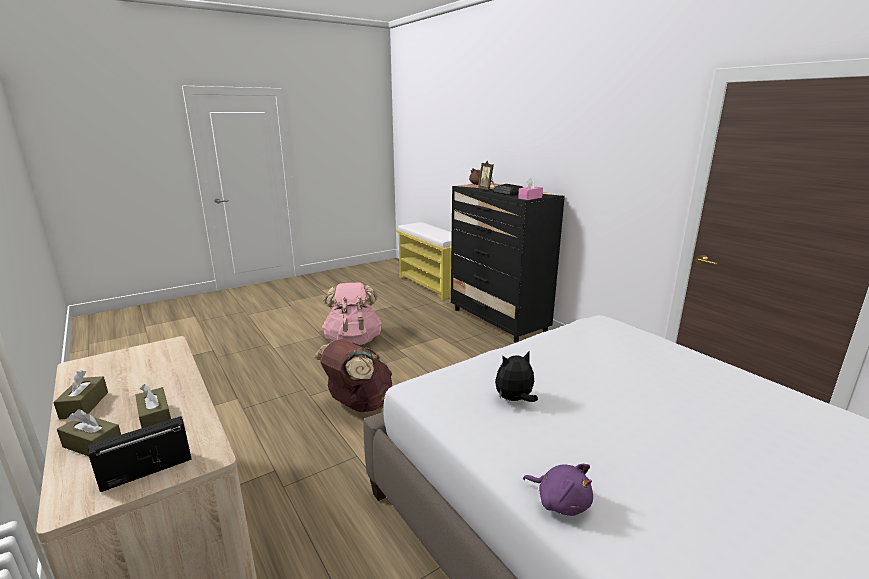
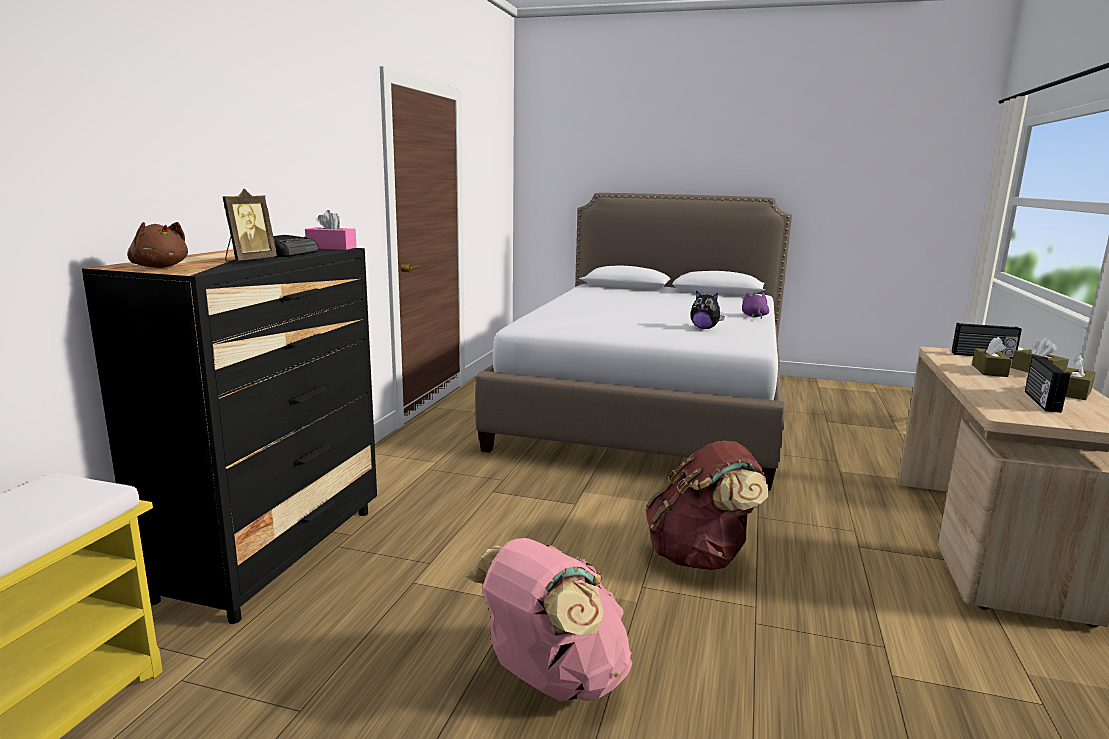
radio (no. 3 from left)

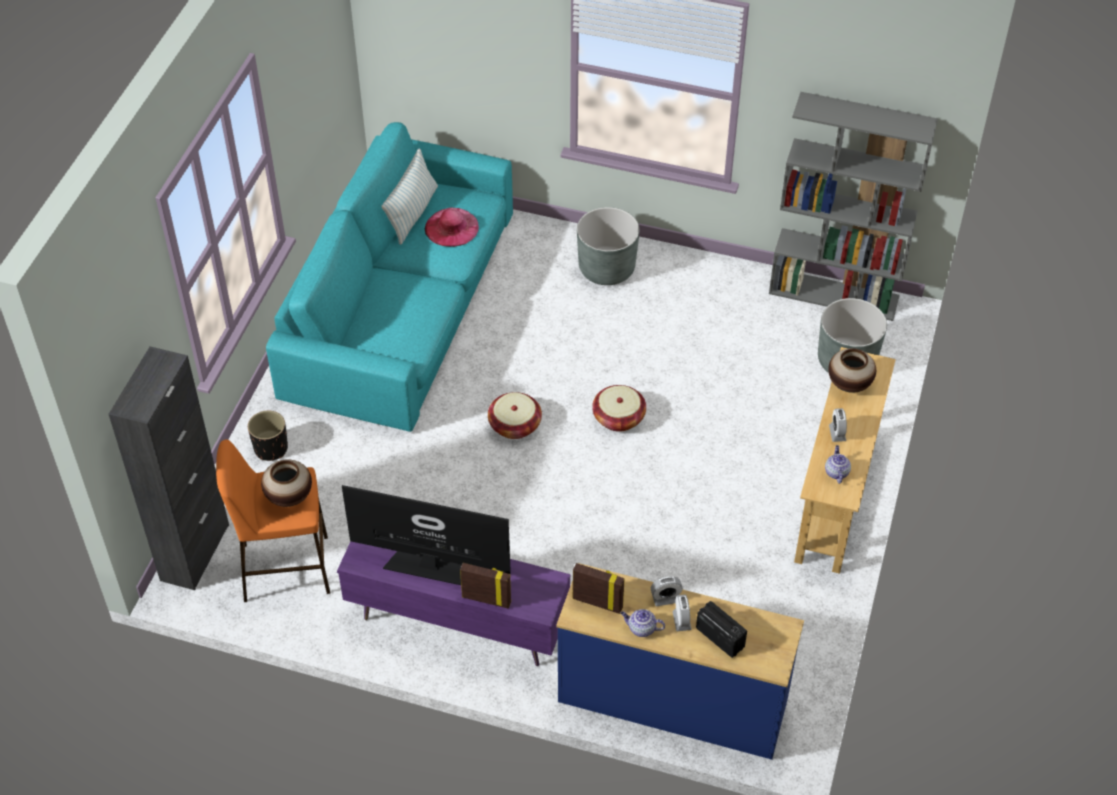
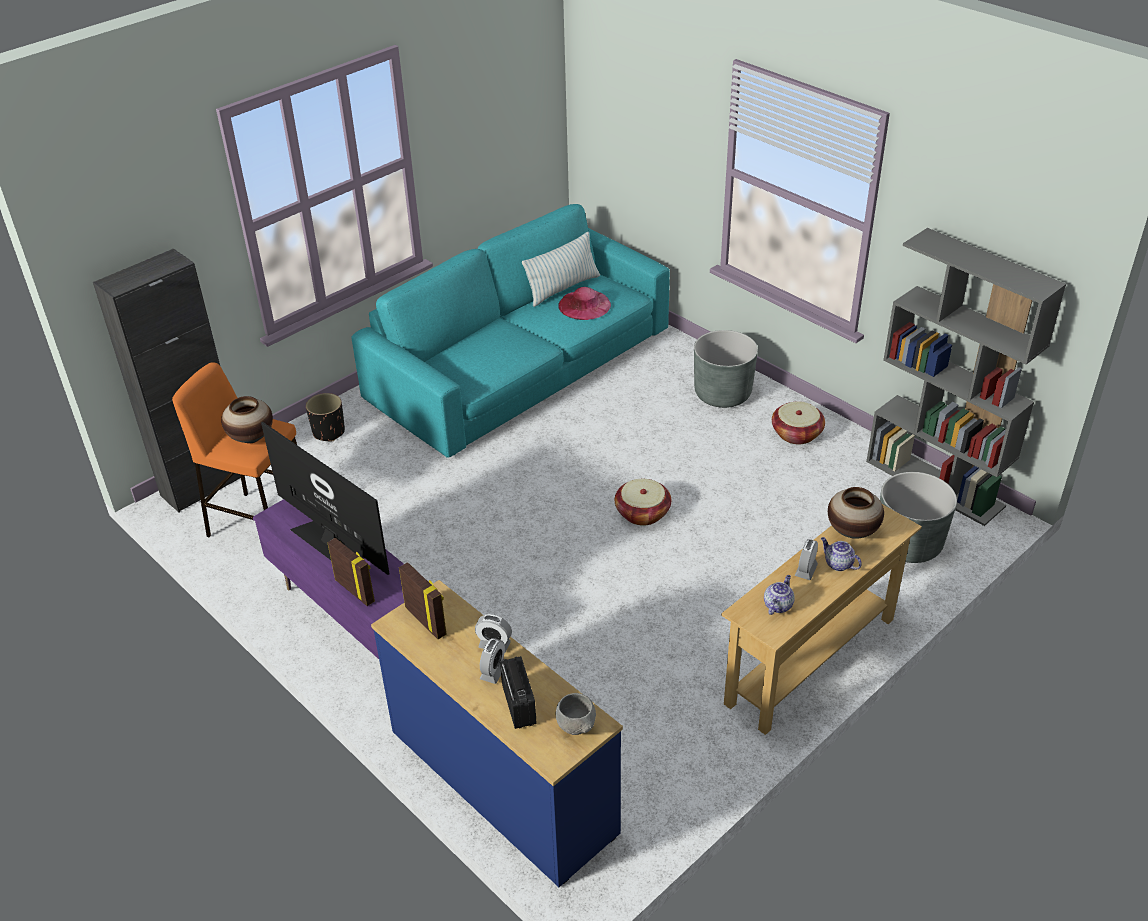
cesta (no. 2 from left)
tetera (no. 2 from left)
cuenco (gris)

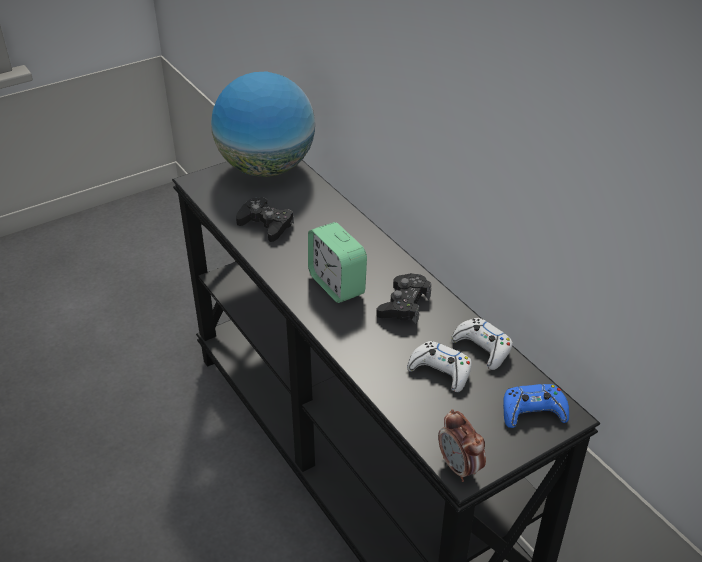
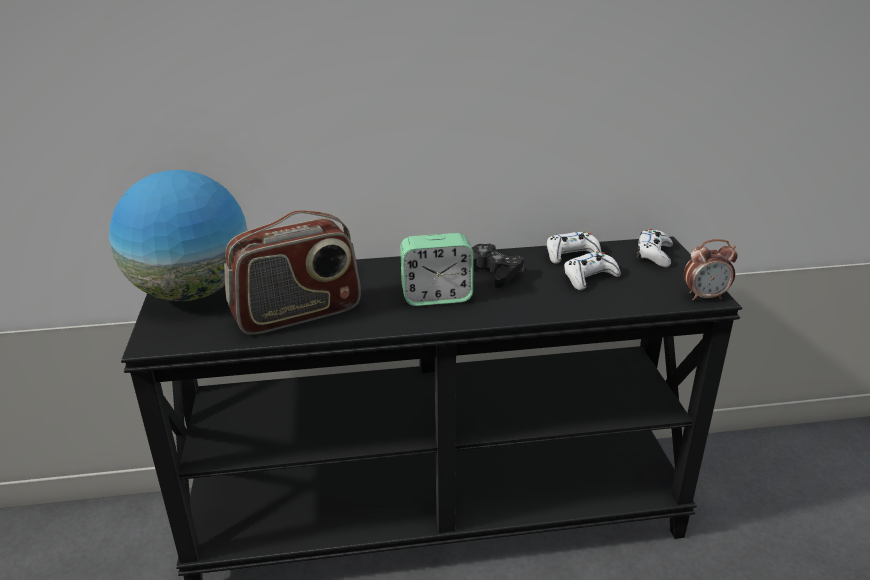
radio
mando de consola (blanco) (no. 3 from left)

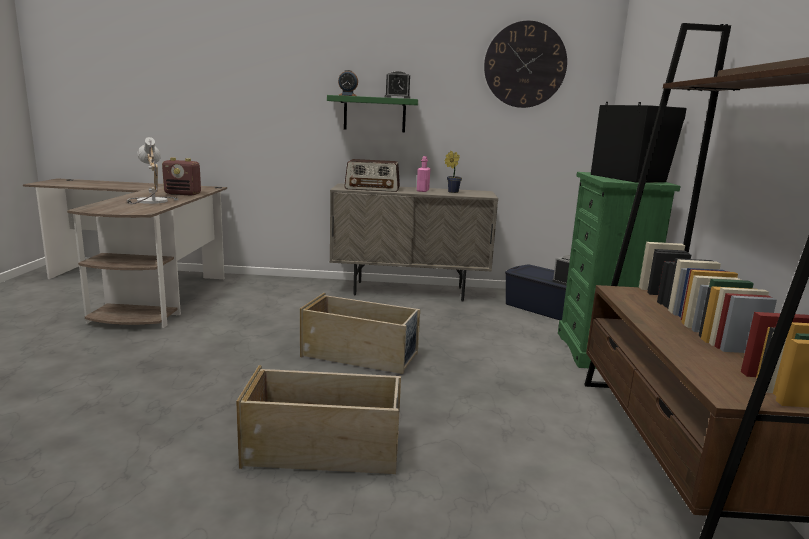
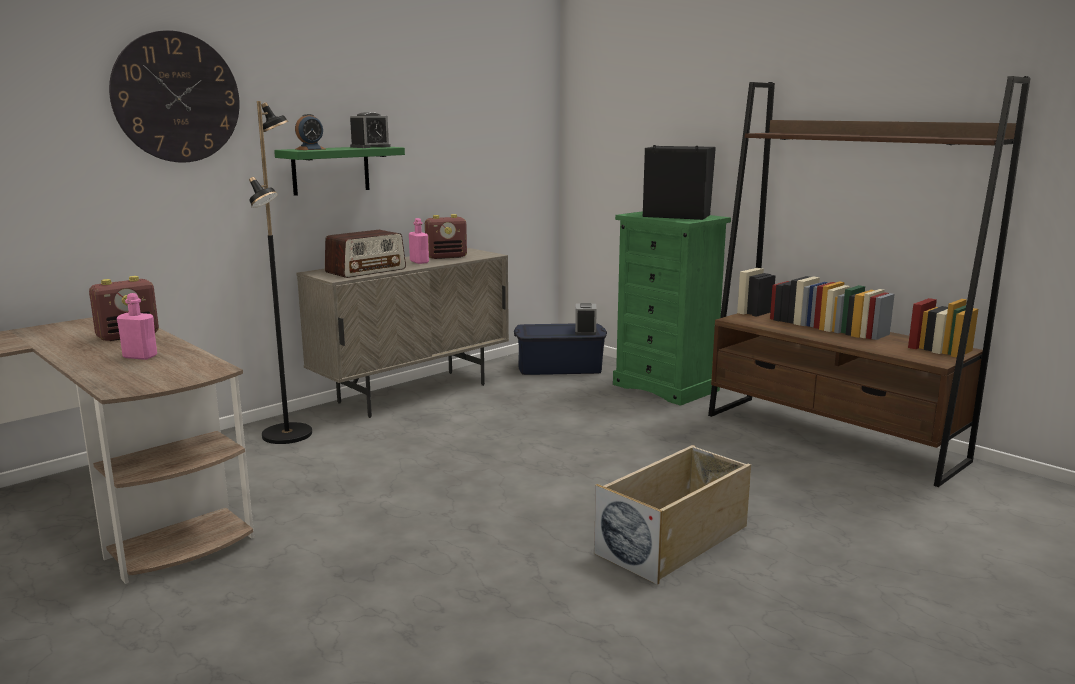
botella (rosa) (no. 1 from left)
caja de almacenaje (beis) (no. 2 from left in the first image)
radio (no. 3 from left)
reloj de pared
lámpara de pie (negro)

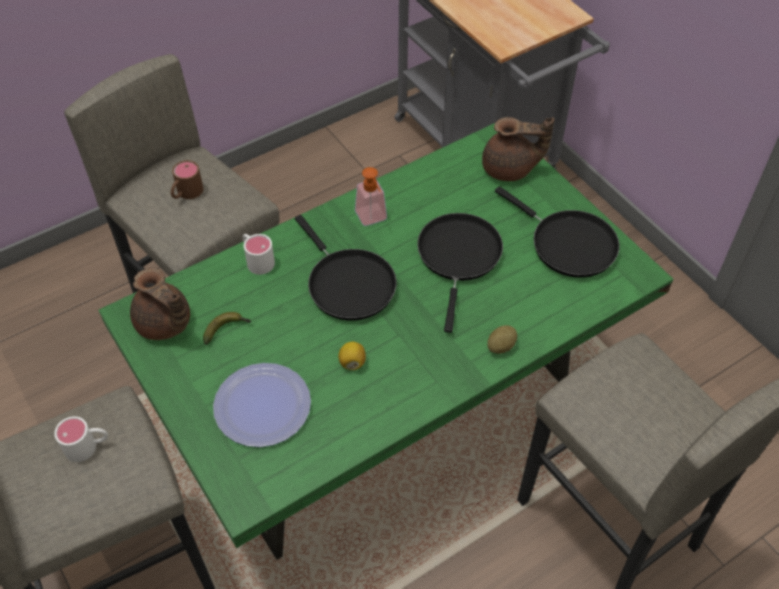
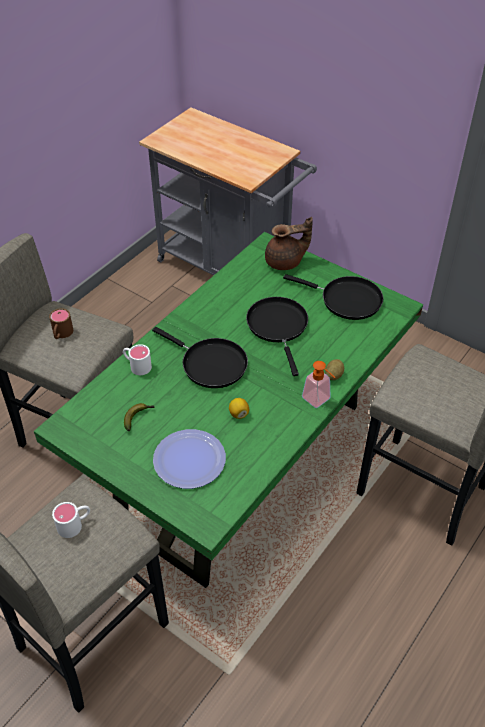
tetera (marrón) (no. 1 from left in the first image)
dispensador de jabón

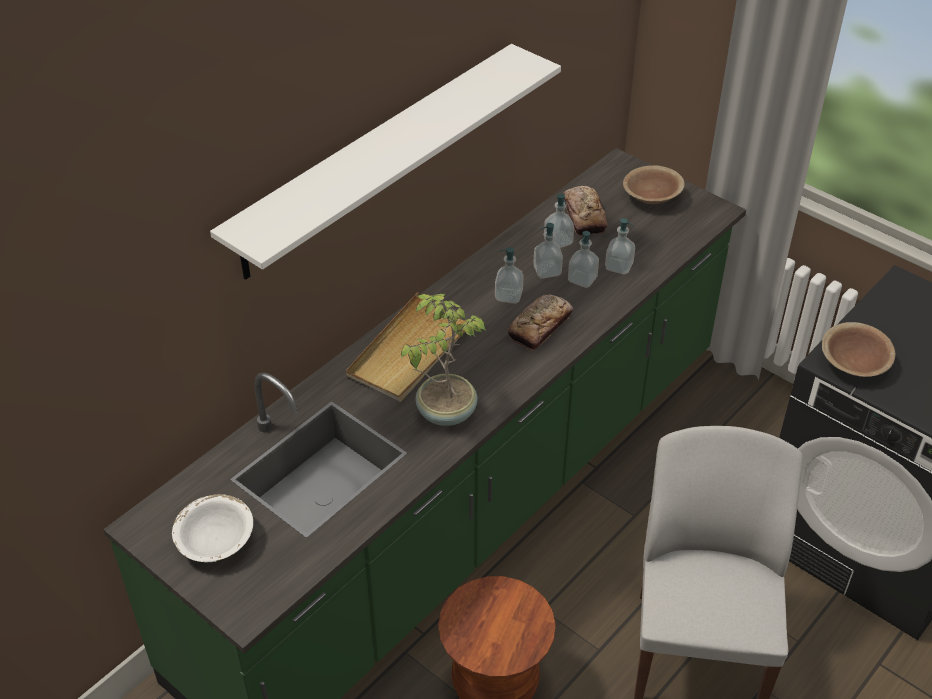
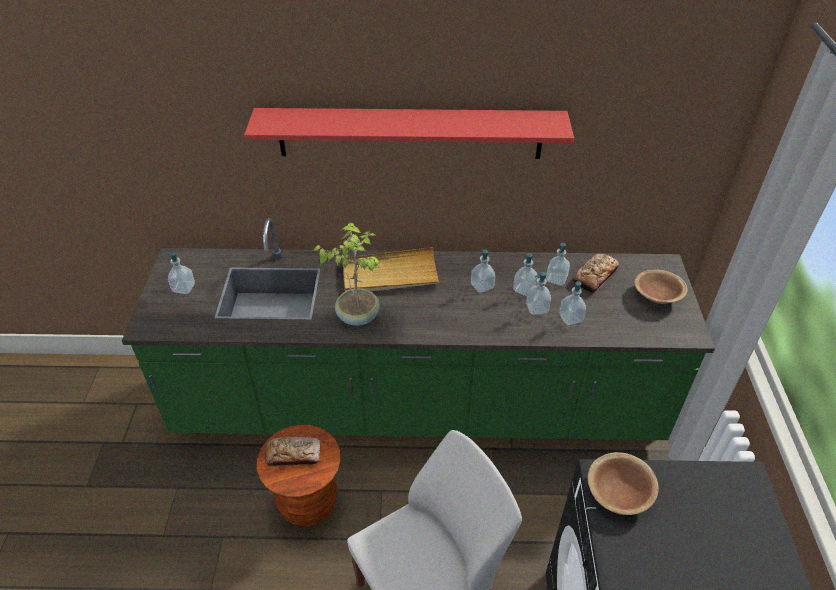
dispensador de jabón (no. 1 from left)
estante (rojo)
pan (no. 1 from left)

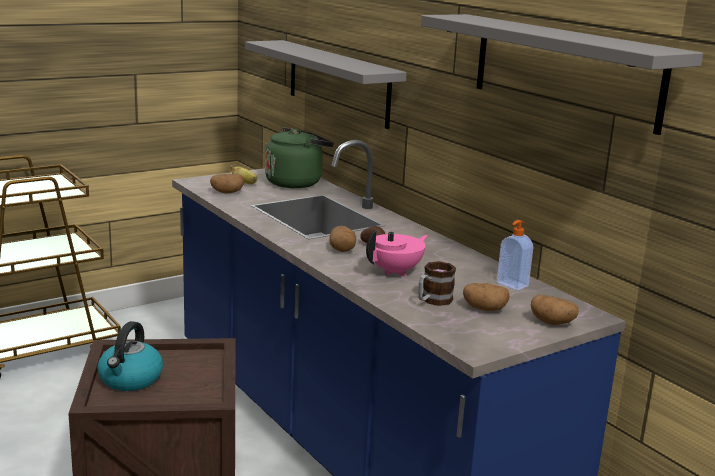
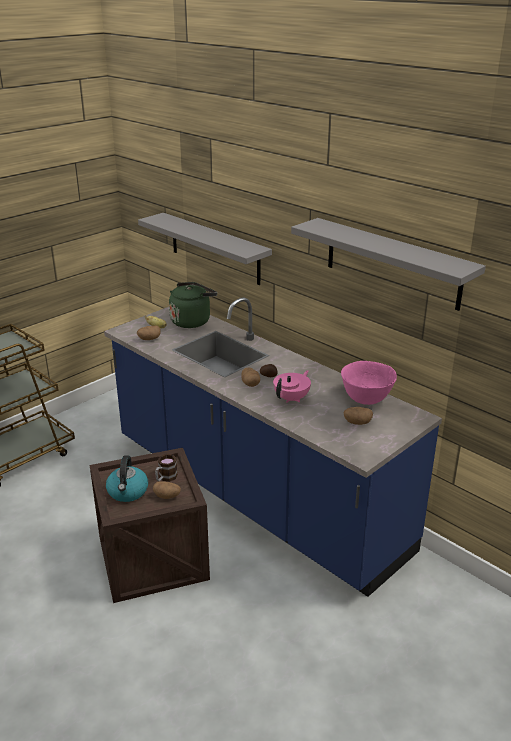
taza grande
cuenco (rosa)
patata (no. 2 from left)

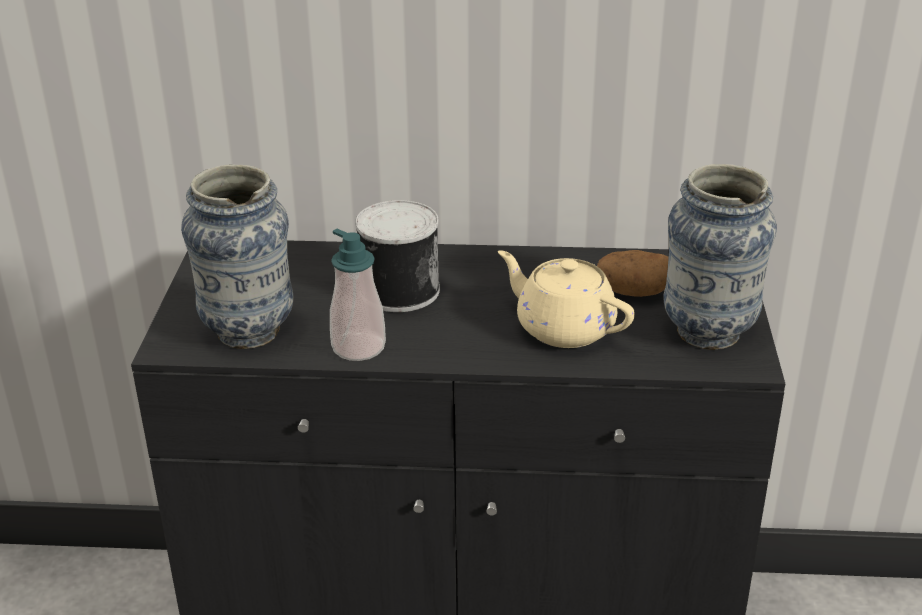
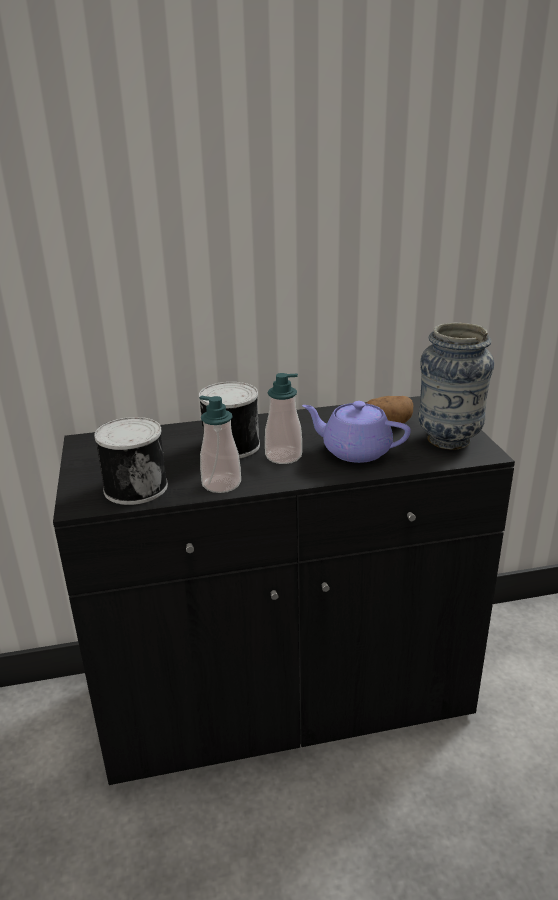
lata (no. 1 from left)
tetera (morado)
dispensador de jabón (no. 2 from left)

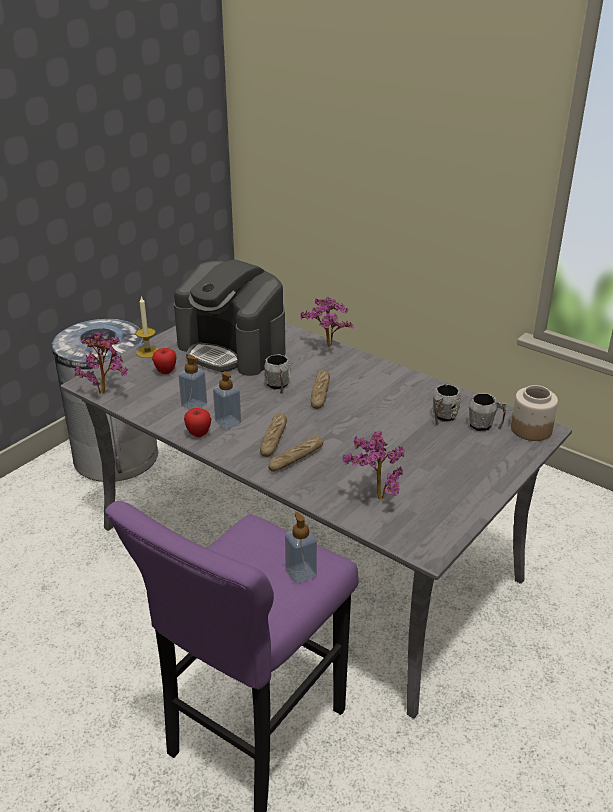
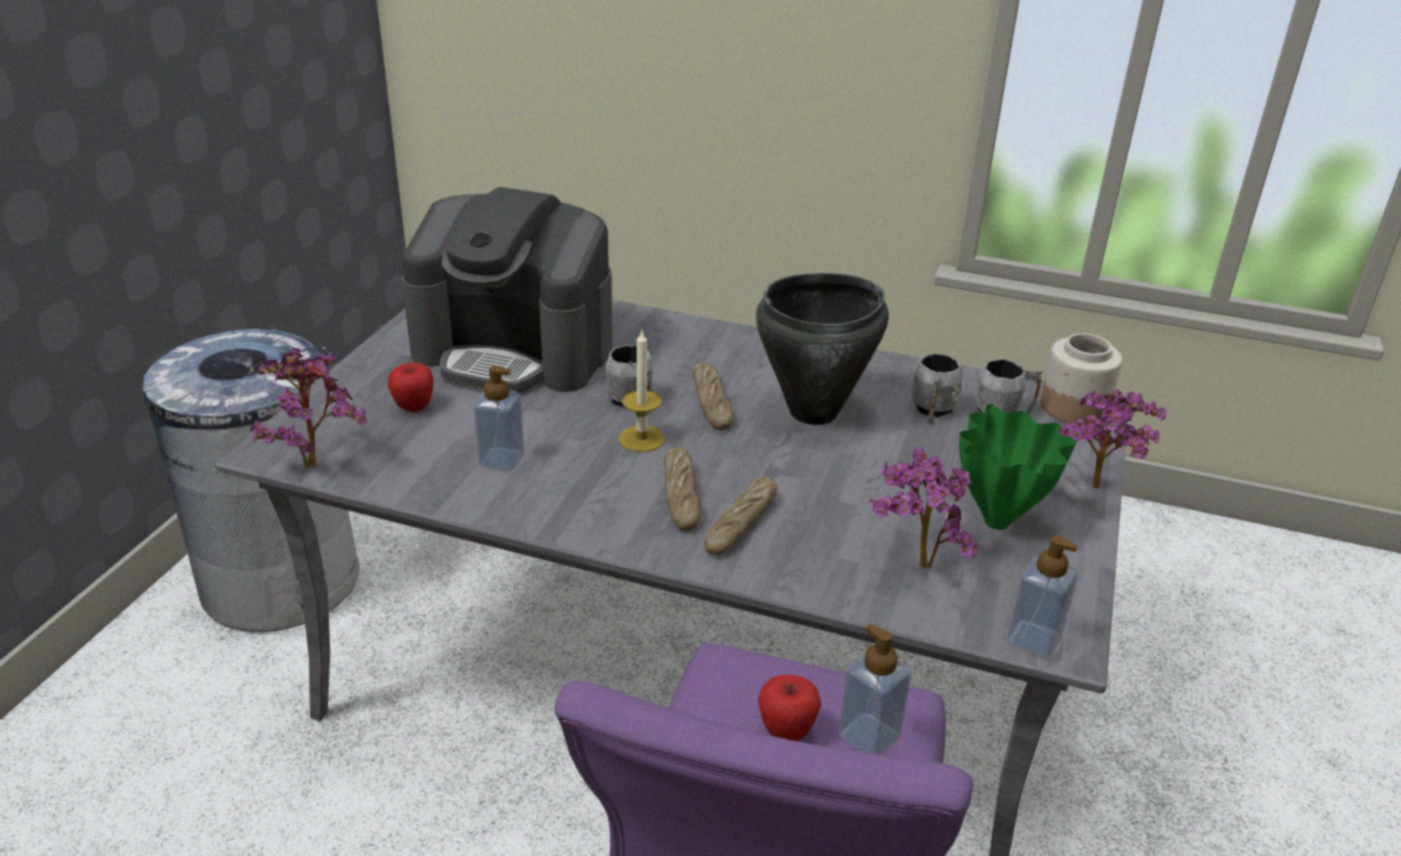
vela
manzana (no. 2 from left)
dispensador de jabón (no. 3 from left)
planta en maceta (no. 3 from left)
olla (negro)
florero (verde)

